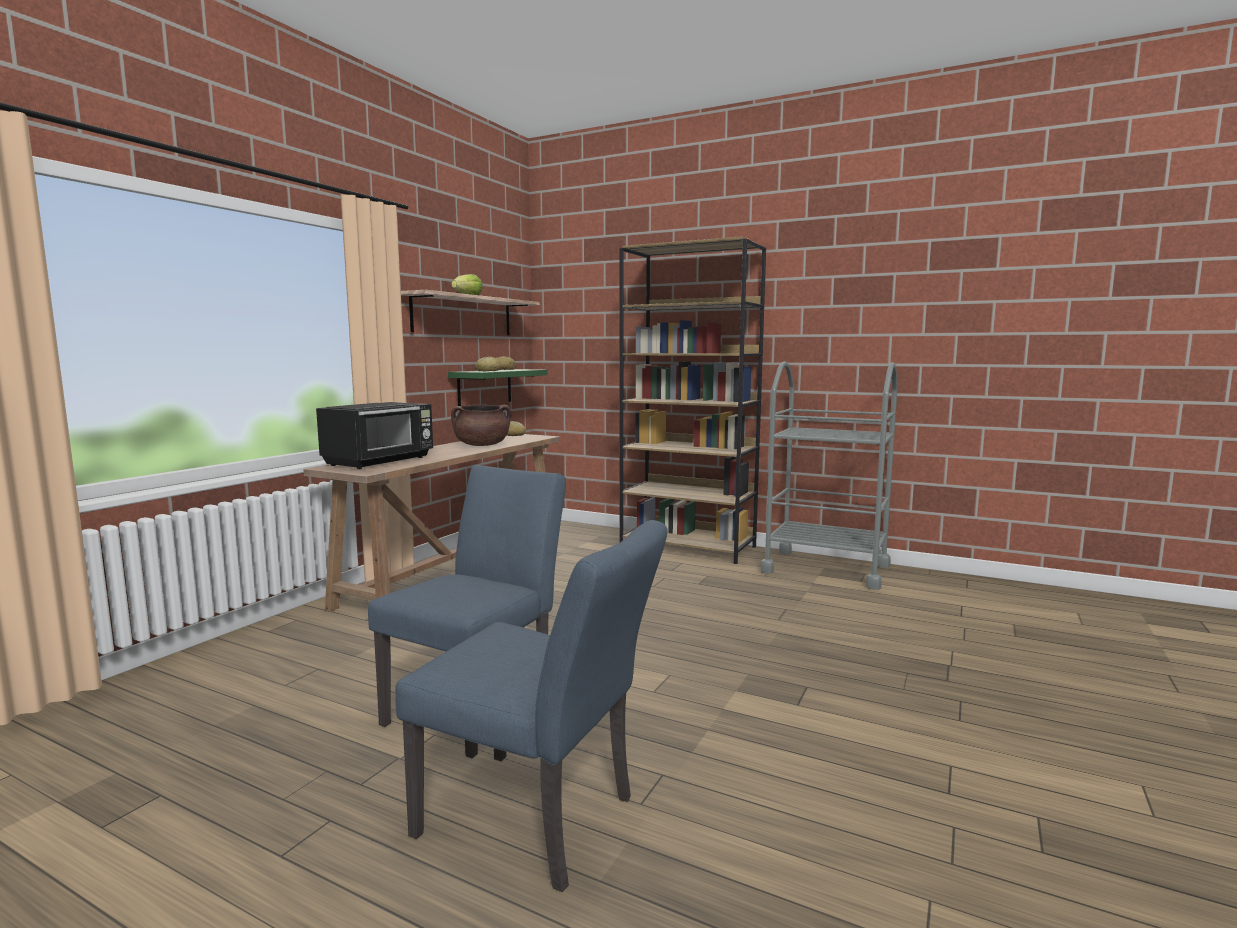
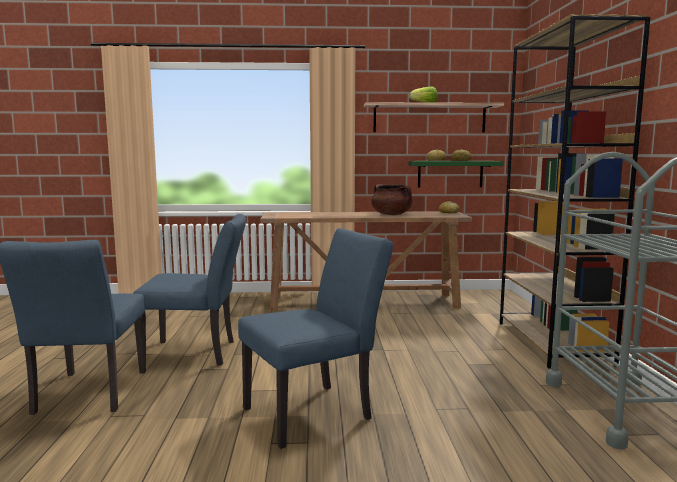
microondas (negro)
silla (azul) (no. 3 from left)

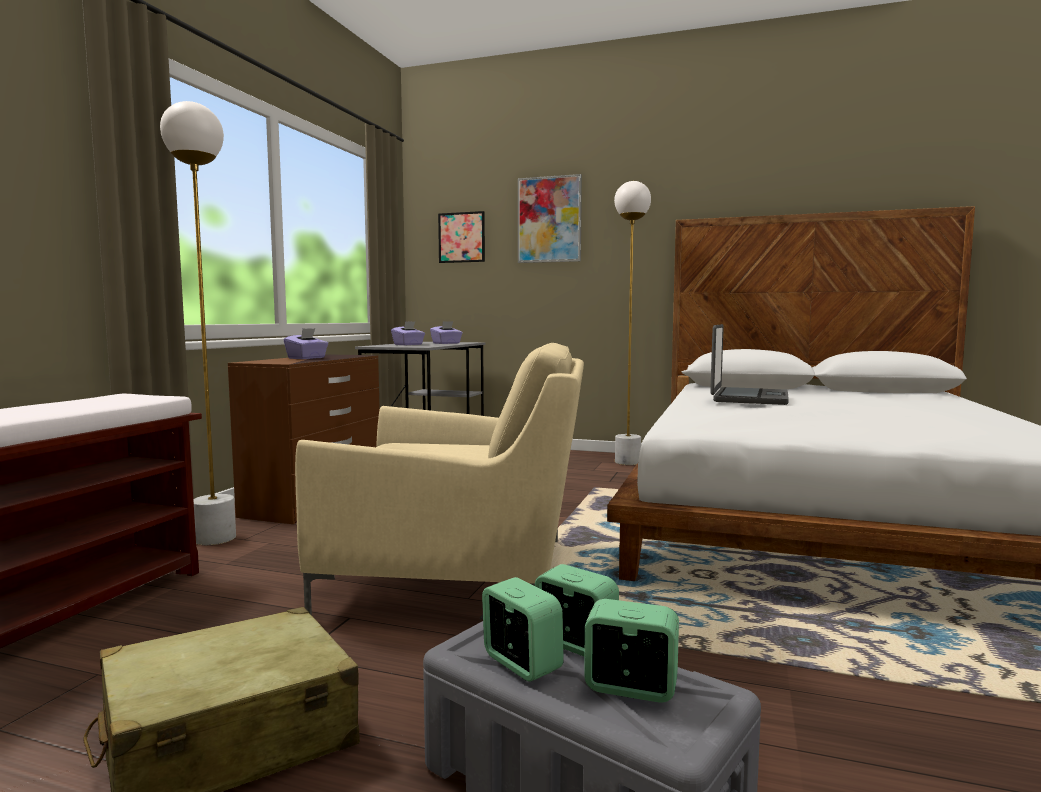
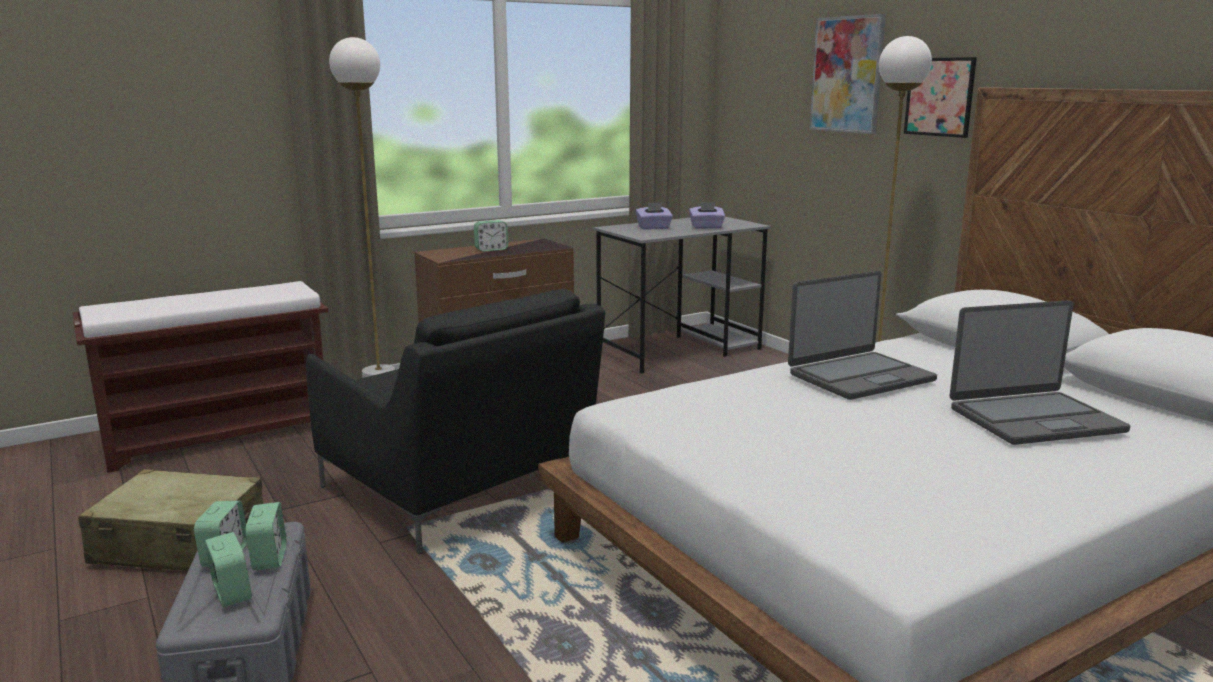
despertador (no. 4 from left)
sillón (negro)
cuadro (no. 2 from left)
portátil (no. 2 from left)

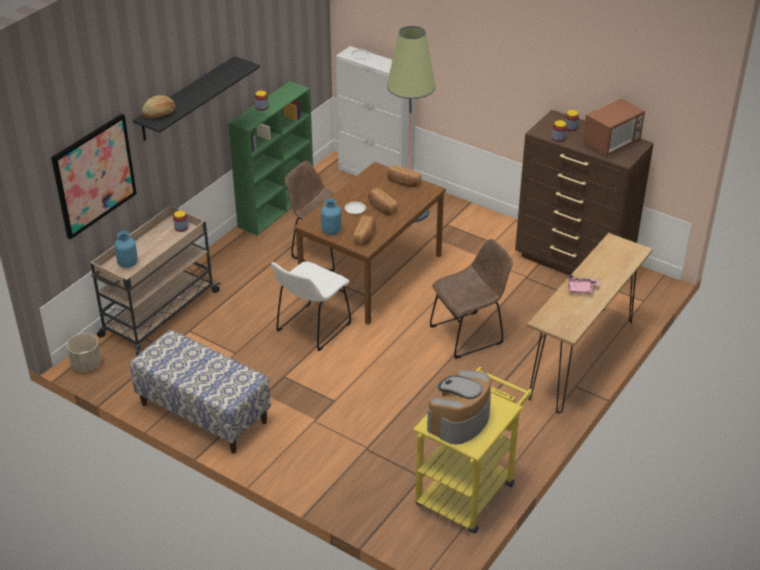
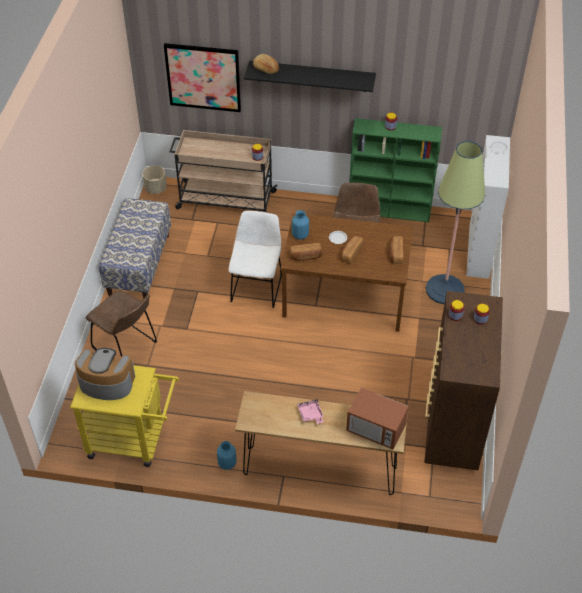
florero (azul) (no. 1 from left)
silla (blanco)
silla (marrón) (no. 1 from left)
microondas

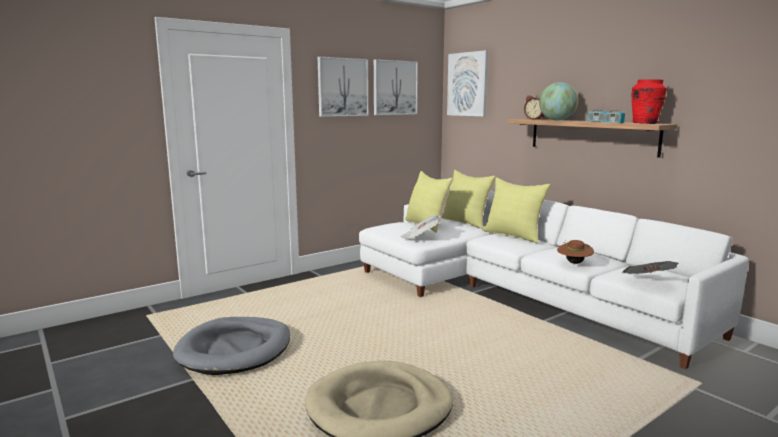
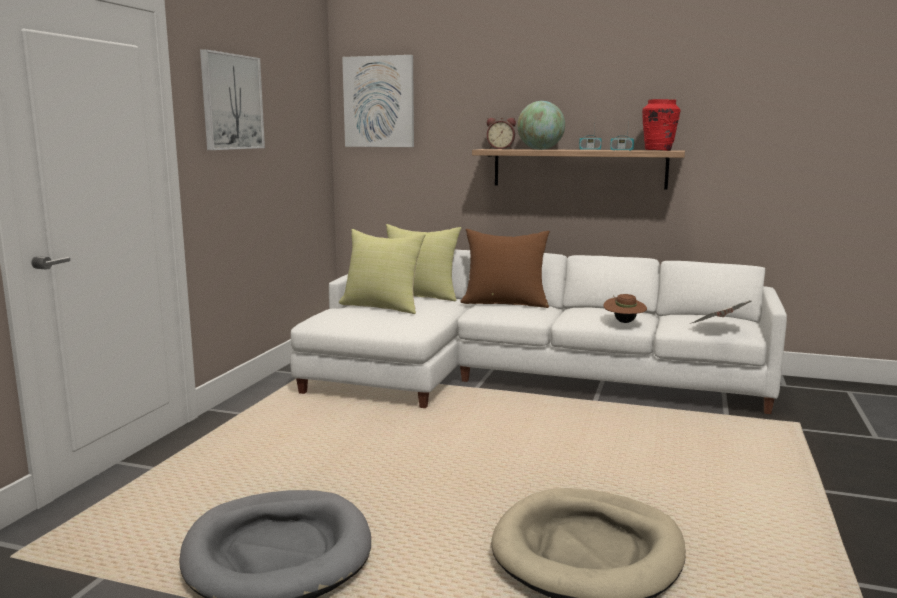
cuadro (no. 2 from left in the first image)
periódico (no. 1 from left in the first image)
cojín (marrón)

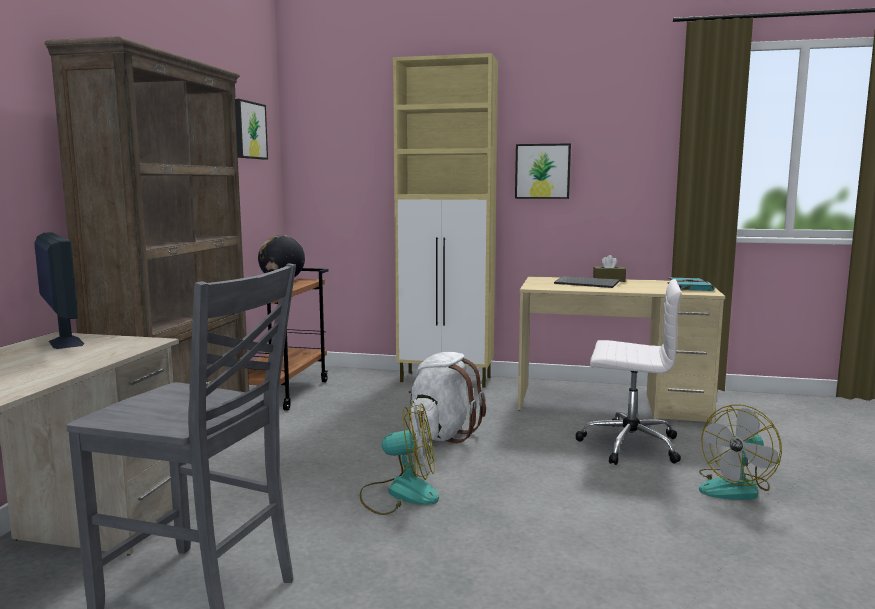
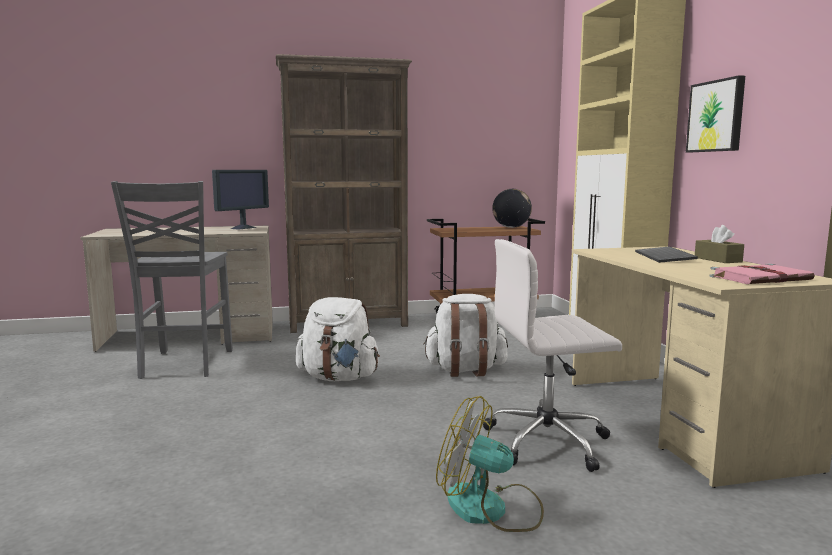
cuadro (no. 1 from left in the first image)
mochila (blanco) (no. 1 from left)
silla de oficina (blanco)
libro (rosa)

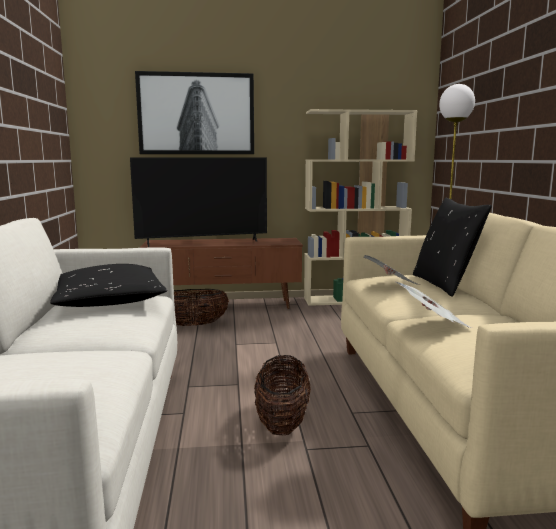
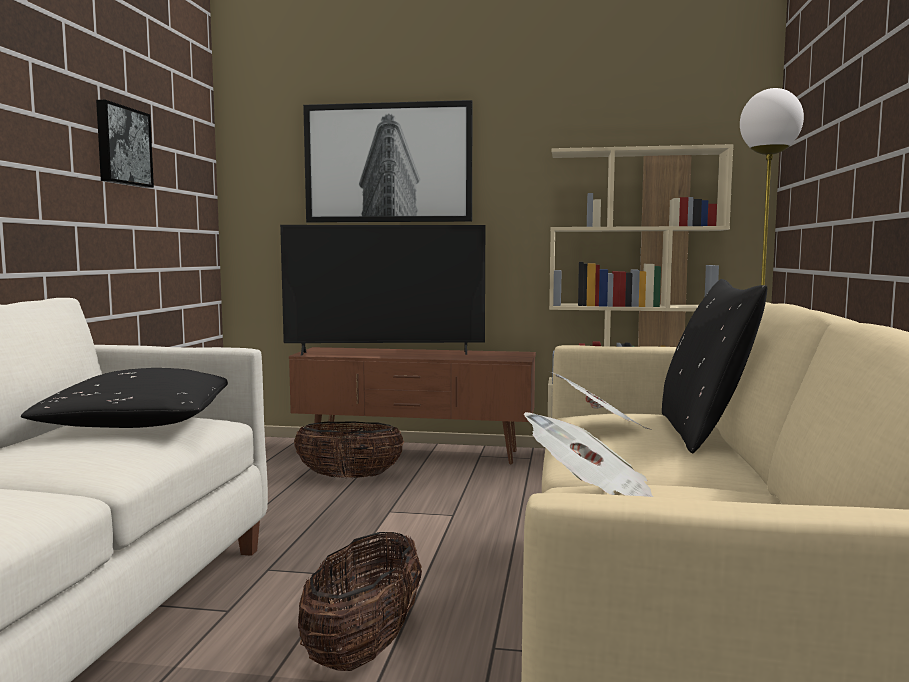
cuadro (no. 1 from left)

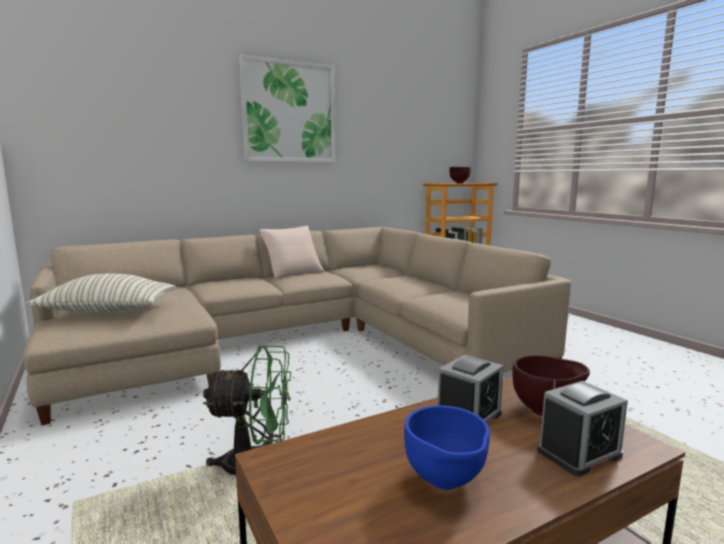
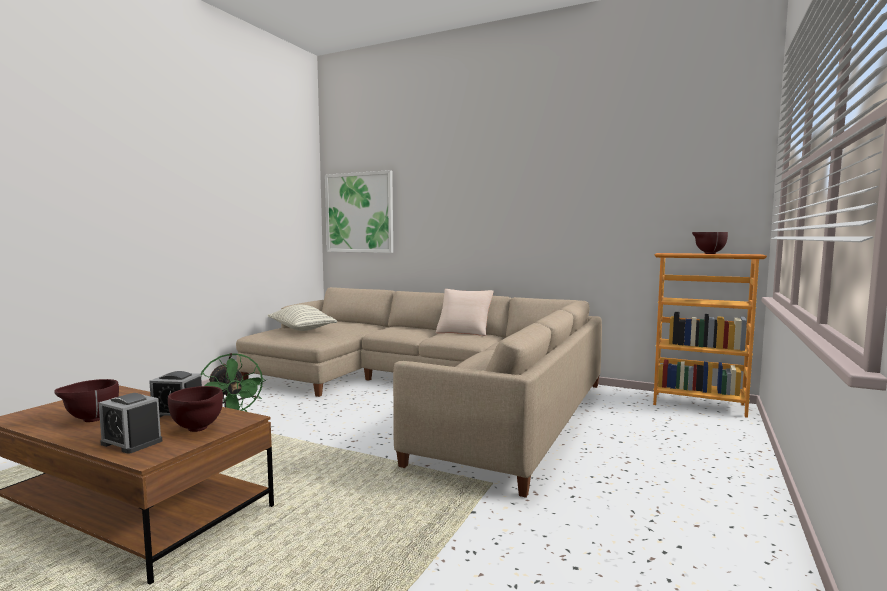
cuadro
cuenco (marrón) (no. 1 from left)

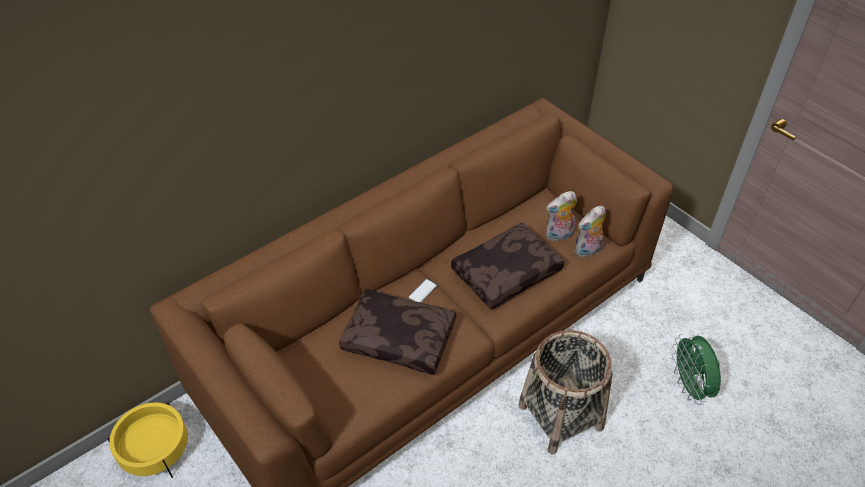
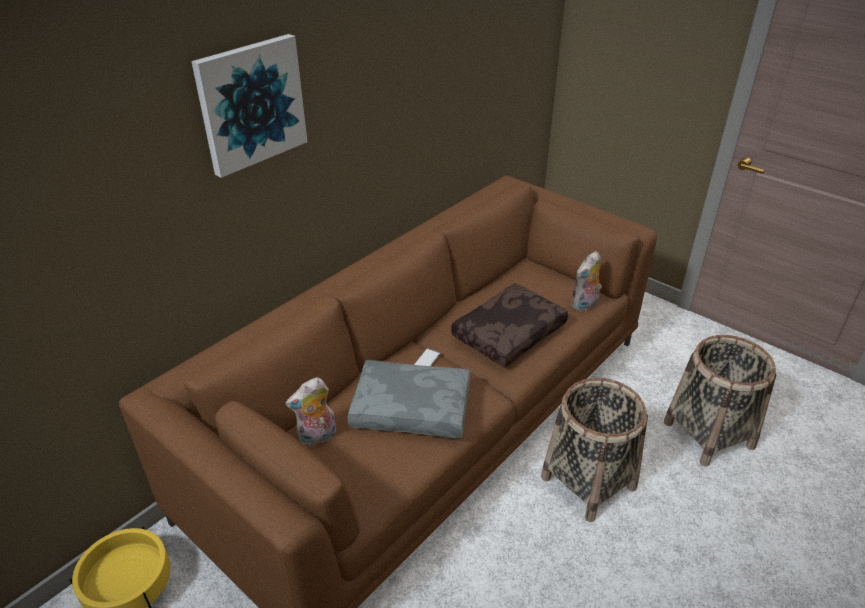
cojín (gris)
peluche (no. 1 from left)
cesta (no. 2 from left)
cuadro

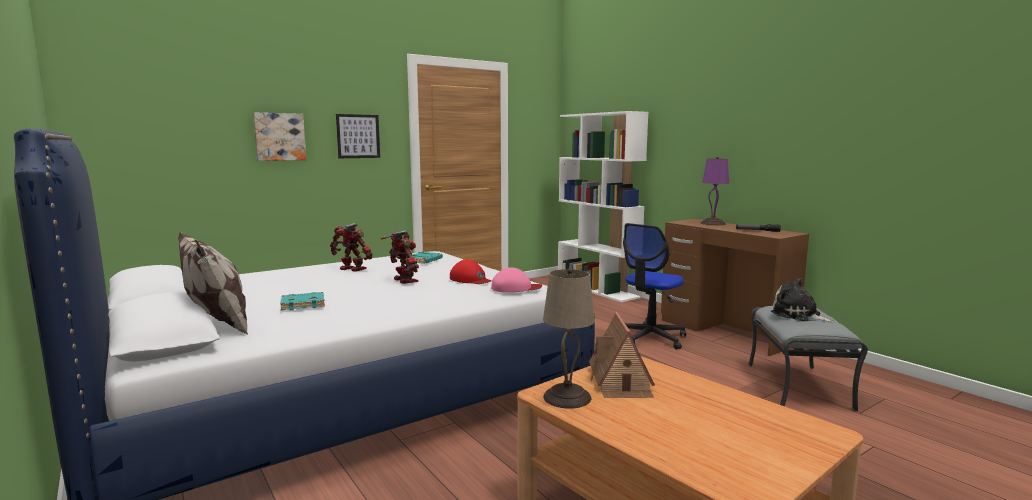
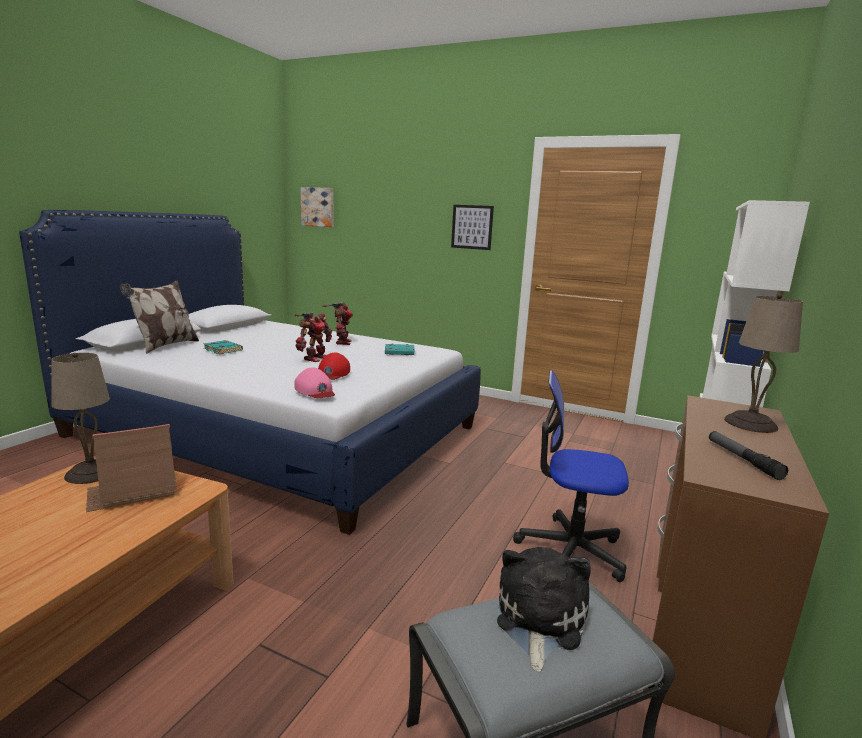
cuadro (no. 1 from left)
lámpara de mesa (beis) (no. 2 from left)

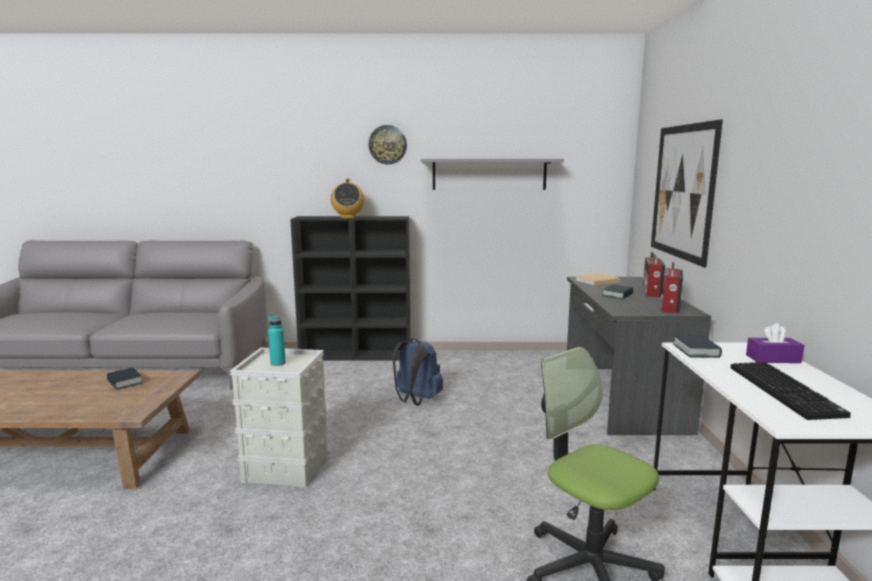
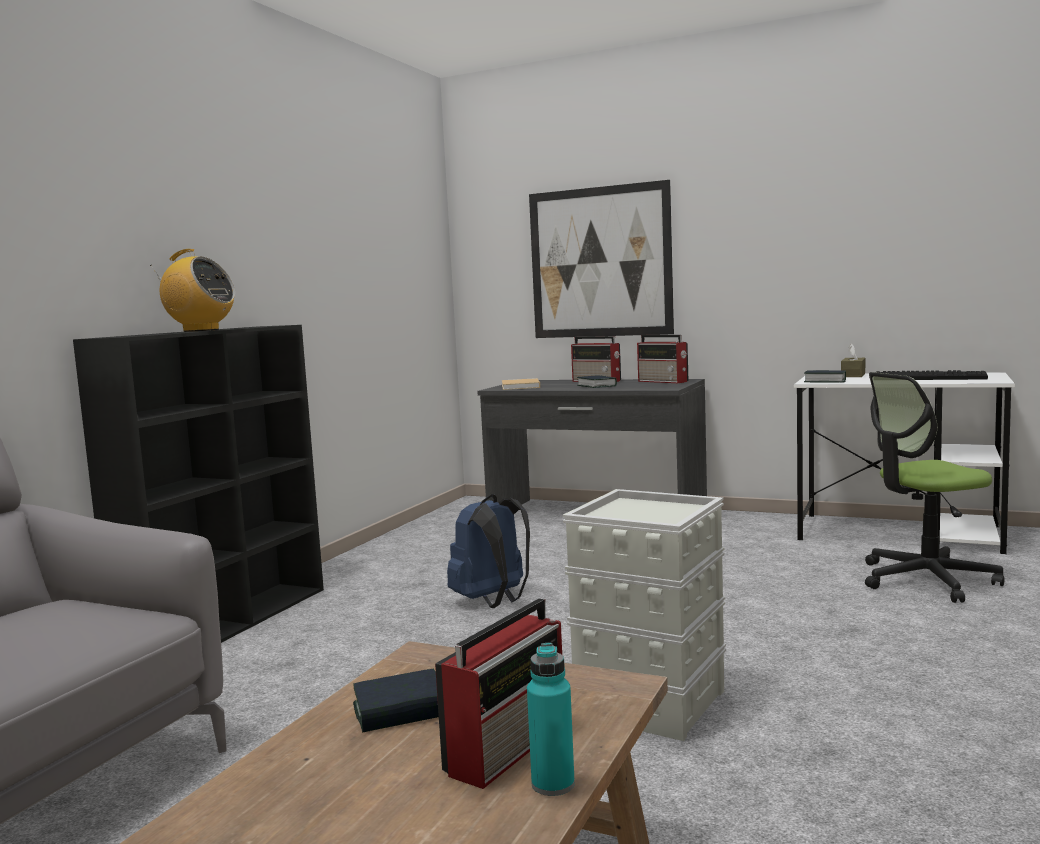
botella (turquesa)
reloj de pared
estante (gris)
caja de pañuelos (marrón)
radio (no. 2 from left)

